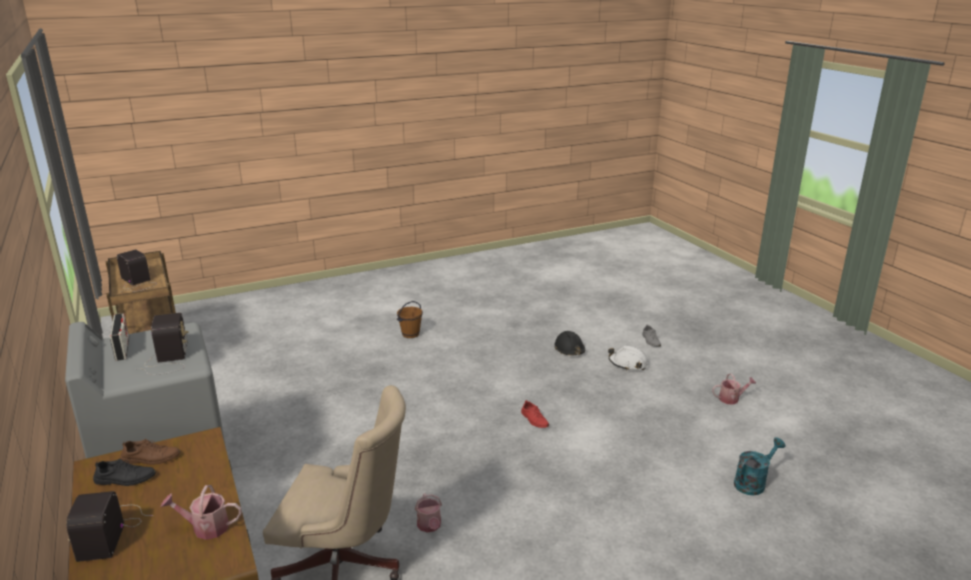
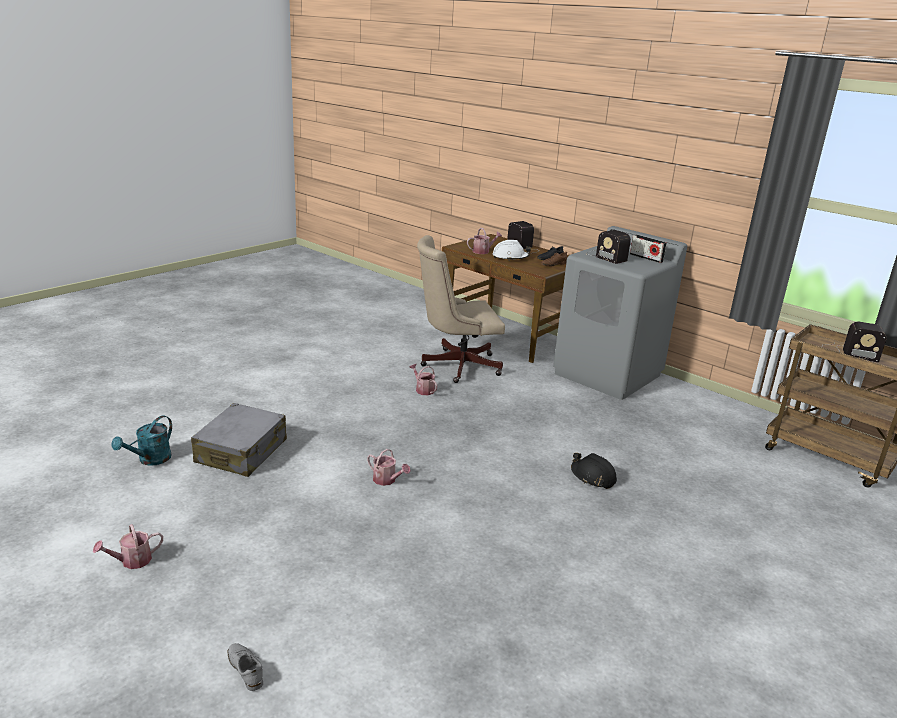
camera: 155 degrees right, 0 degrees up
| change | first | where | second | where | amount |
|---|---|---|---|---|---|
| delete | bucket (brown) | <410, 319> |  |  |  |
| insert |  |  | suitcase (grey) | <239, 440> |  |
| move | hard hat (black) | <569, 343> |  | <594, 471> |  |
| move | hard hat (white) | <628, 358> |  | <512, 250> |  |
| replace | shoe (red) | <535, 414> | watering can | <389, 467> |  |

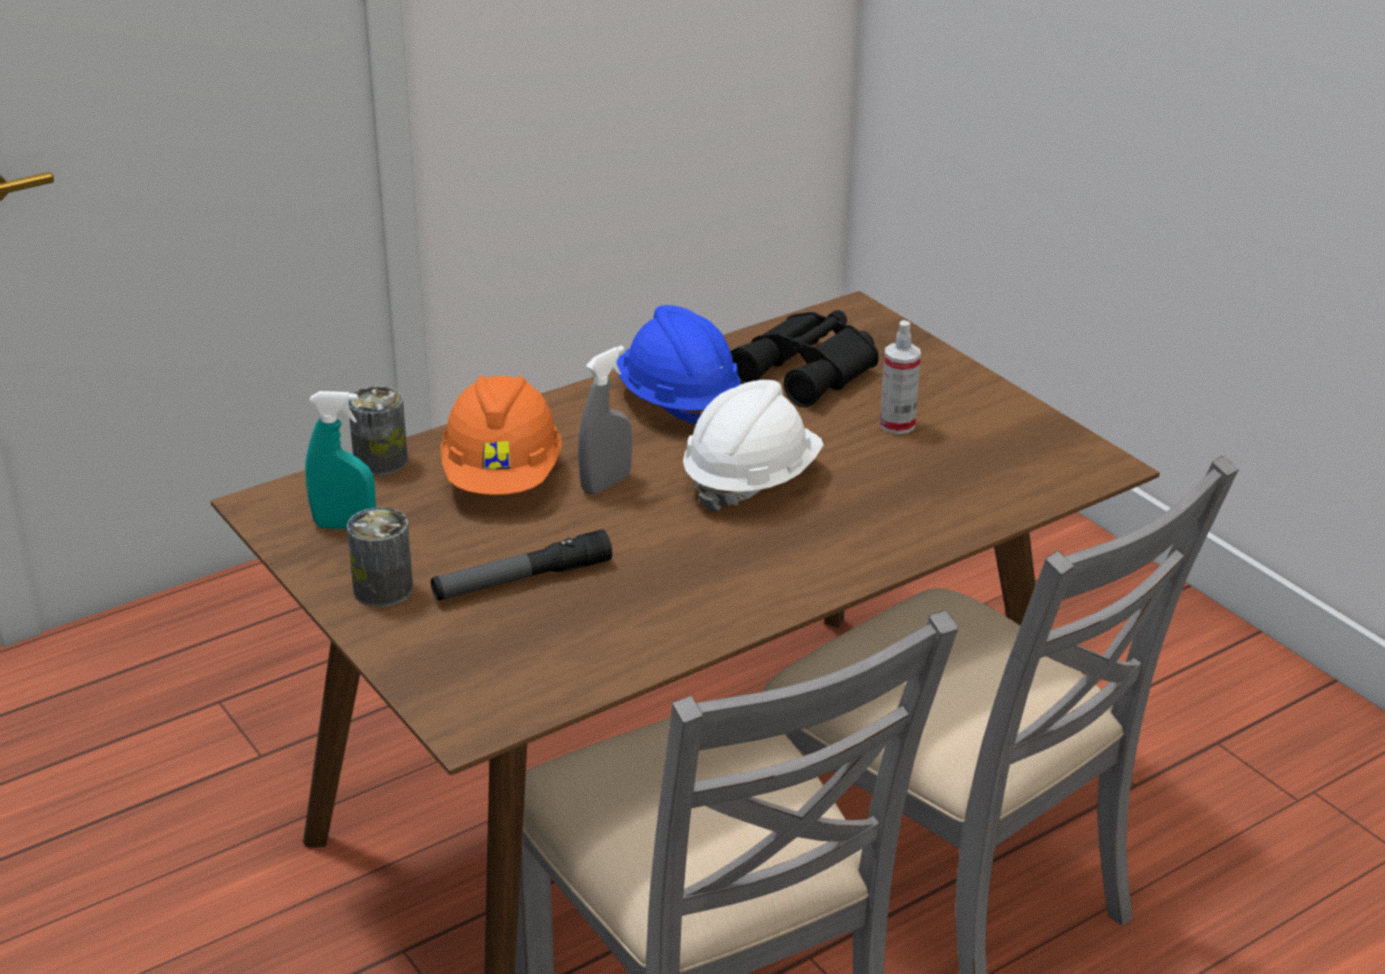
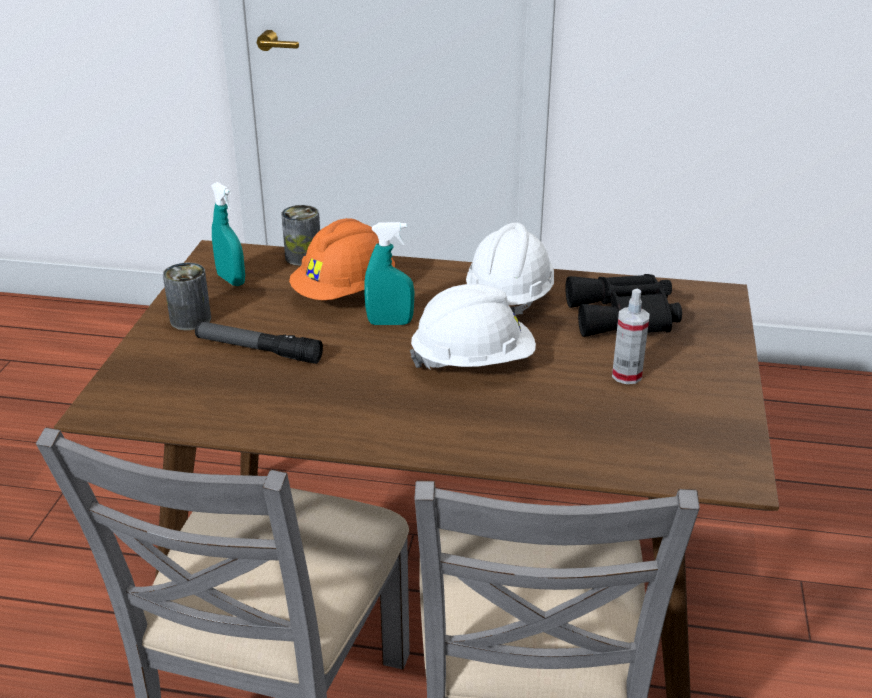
camera: 45 degrees right, 0 degrees up
| change | first | where | second | where | amount |
|---|---|---|---|---|---|
| recolor | spray bottle (grey) | <605, 419> | spray bottle (turquoise) | <389, 273> |  |
| recolor | hard hat (blue) | <678, 364> | hard hat (white) | <510, 269> |  |

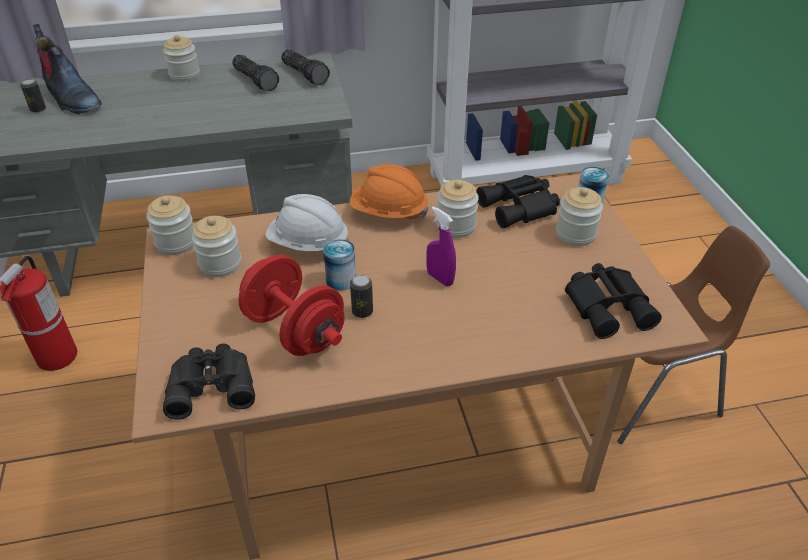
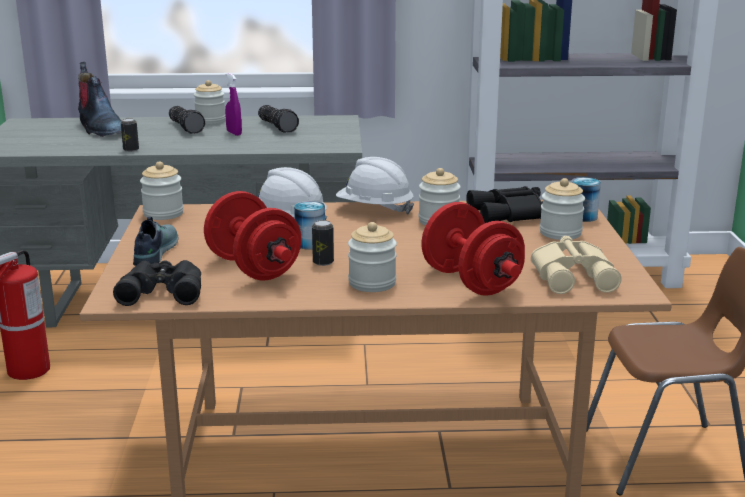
camera: 10 degrees right, 20 degrees down
| change | first | where | second | where | amount |
|---|---|---|---|---|---|
| insert |  |  | shoe | <155, 241> |  |
| insert |  |  | dumbbell (red) | <473, 249> |  |
| move | can | <33, 96> |  | <130, 135> |  |
| move | jar | <216, 246> |  | <372, 257> |  |
| move | flashlight | <305, 67> |  | <187, 120> |  |
| move | spray bottle (purple) | <441, 246> |  | <233, 104> |  |
| recolor | hard hat (orange) | <389, 192> | hard hat (white) | <375, 185> |  |
| recolor | binoculars (black) | <613, 301> | binoculars (beige) | <576, 265> |  |

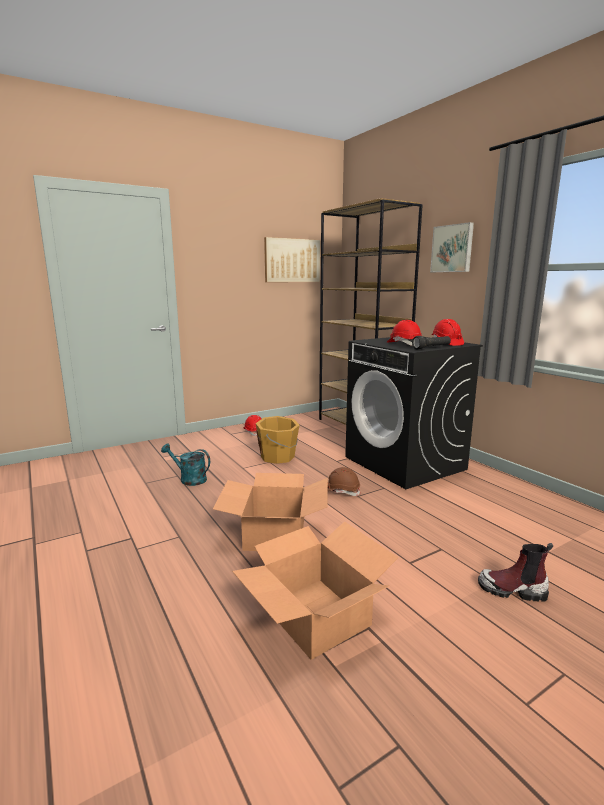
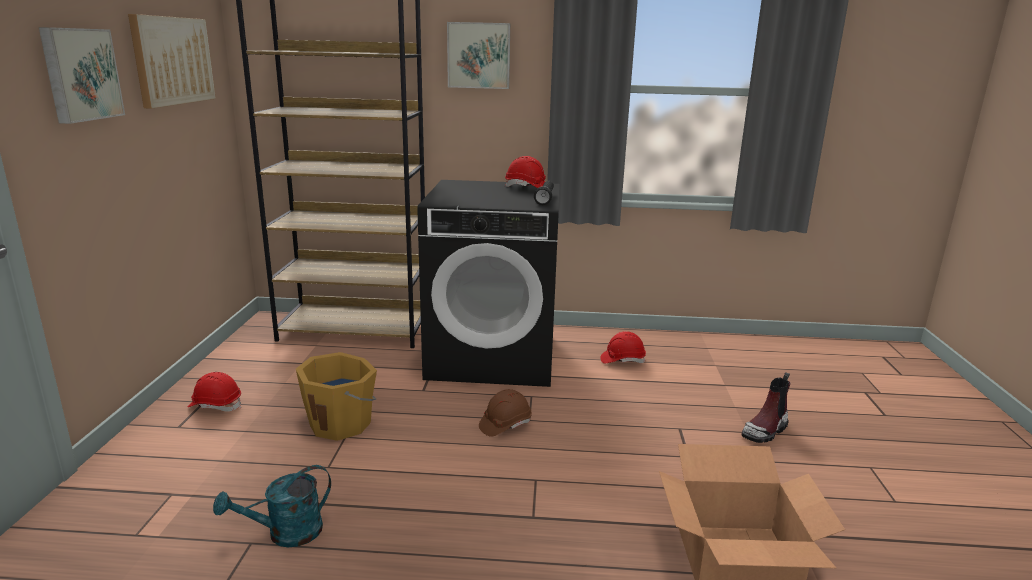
camera: 55 degrees left, 5 degrees up
| change | first | where | second | where | amount |
|---|---|---|---|---|---|
| delete | cardboard box | <270, 512> |  |  |  |
| insert |  |  | picture | <82, 75> |  |
| move | hard hat (red) | <404, 333> |  | <623, 347> |  |

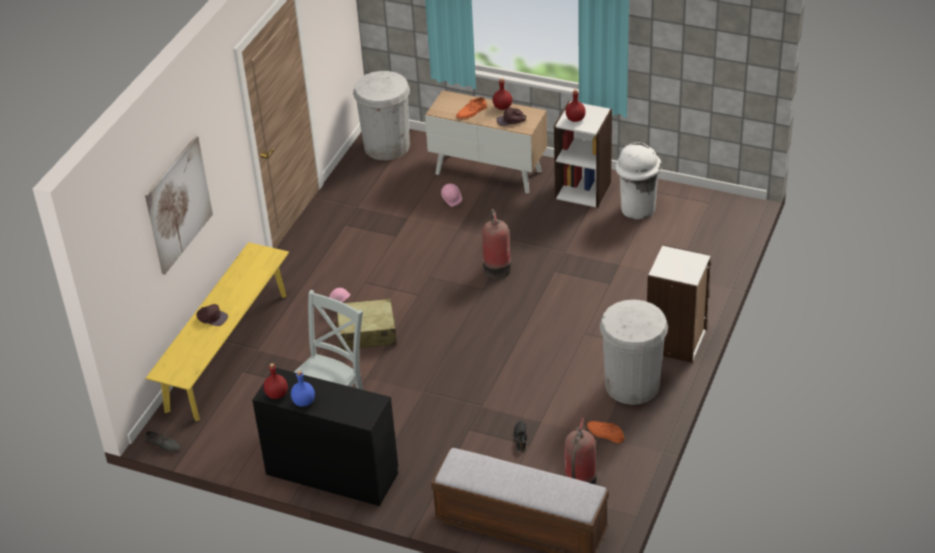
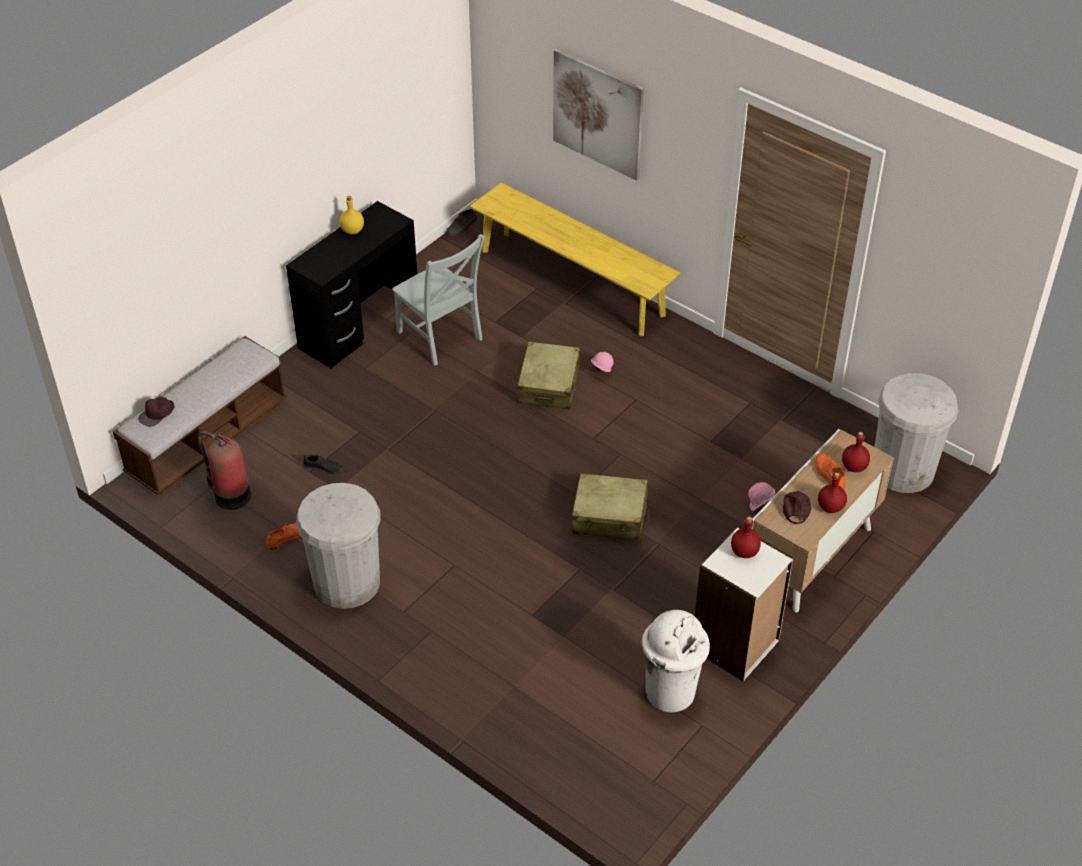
camera: 105 degrees right, 5 degrees up
| change | first | where | second | where | amount |
|---|---|---|---|---|---|
| delete | bookcase (white) | <679, 303> |  |  |  |
| move | cap (brown) | <212, 315> |  | <156, 412> |  |
| move | bottle (red) | <276, 381> |  | <856, 452> |  |
| replace | fire extinguisher | <496, 244> | suitcase (beige) | <610, 506> |  |
| recolor | bottle (blue) | <303, 389> | bottle (yellow) | <352, 215> |  |

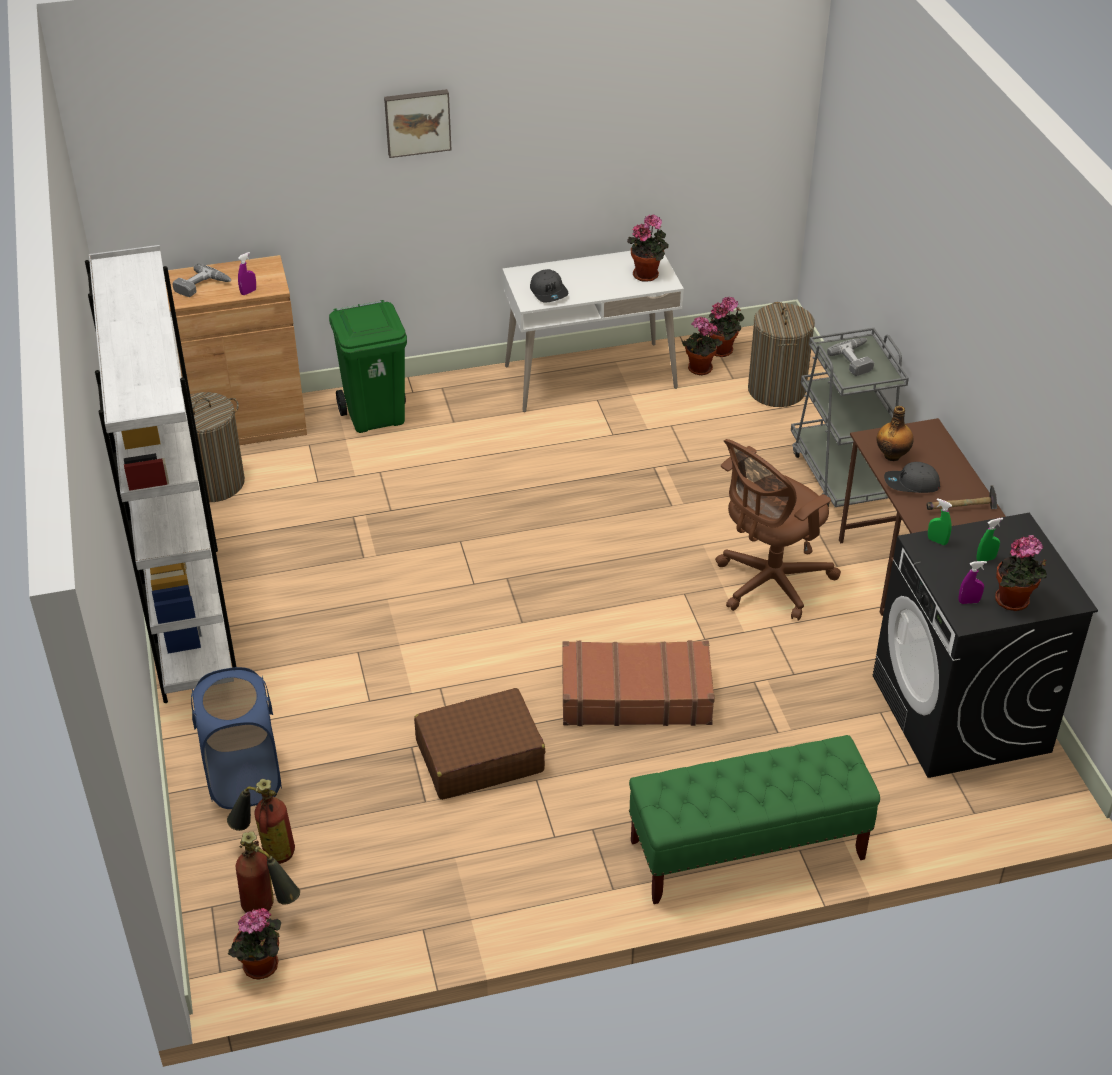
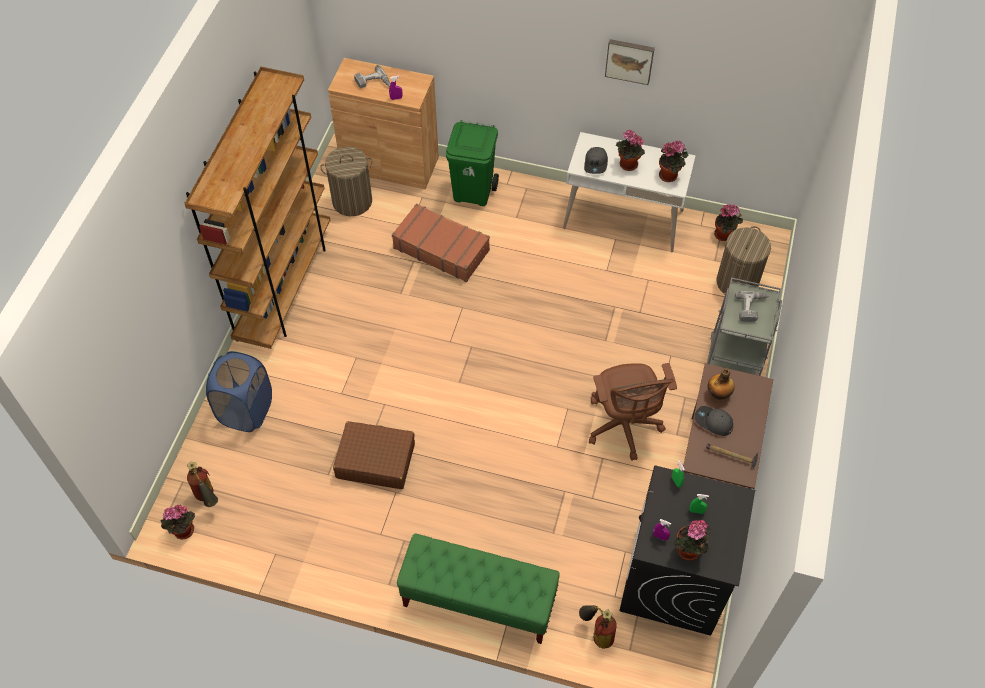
camera: 30 degrees right, 15 degrees up
| change | first | where | second | where | amount |
|---|---|---|---|---|---|
| move | fire extinguisher | <261, 821> |  | <598, 627> |  |
| move | picture | <418, 123> |  | <630, 62> |  |
| move | suitcase (brown) | <638, 683> |  | <441, 243> |  |
| move | potted plant | <702, 346> |  | <630, 150> |  |
| recolor | bookcase (white) | <160, 474> | bookcase (brown) | <257, 208> |  |
| rotate | office chair (brown) | <778, 530> |  | <633, 412> | 90 degrees counterclockwise |

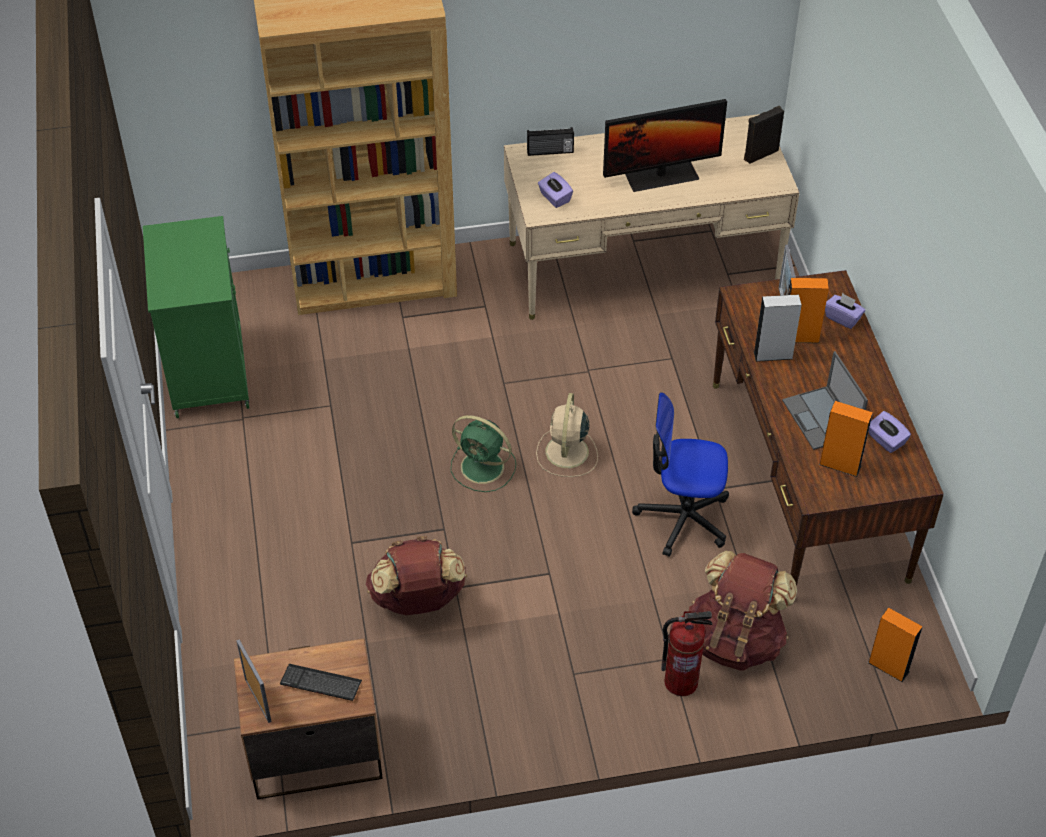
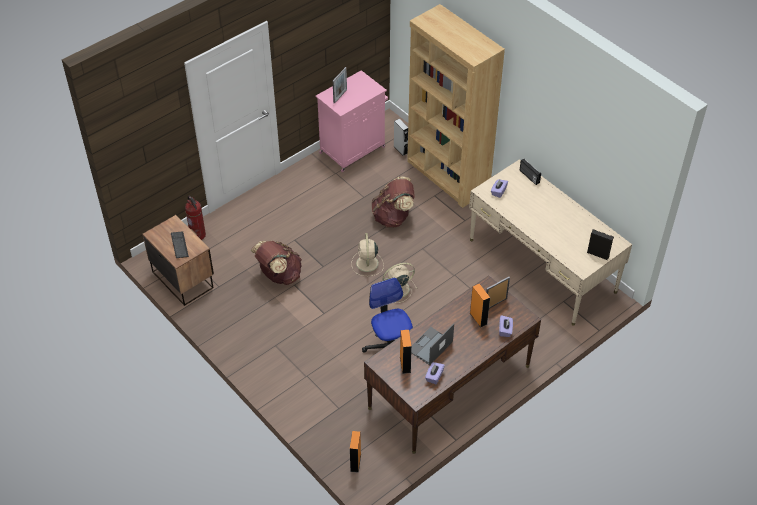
camera: 60 degrees right, 0 degrees up
| change | first | where | second | where | amount |
|---|---|---|---|---|---|
| delete | monitor | <665, 145> |  |  |  |
| move | picture frame | <254, 681> |  | <340, 85> |  |
| move | fire extinguisher | <687, 653> |  | <195, 217> |  |
| move | backpack (brown) | <743, 611> |  | <393, 202> |  |
| move | speaker (grey) | <778, 328> |  | <401, 137> |  |
| recolor | cabinet (green) | <196, 317> | cabinet (pink) | <351, 121> |  |
| recolor | fan (green) | <483, 453> | fan (beige) | <368, 254> |  |

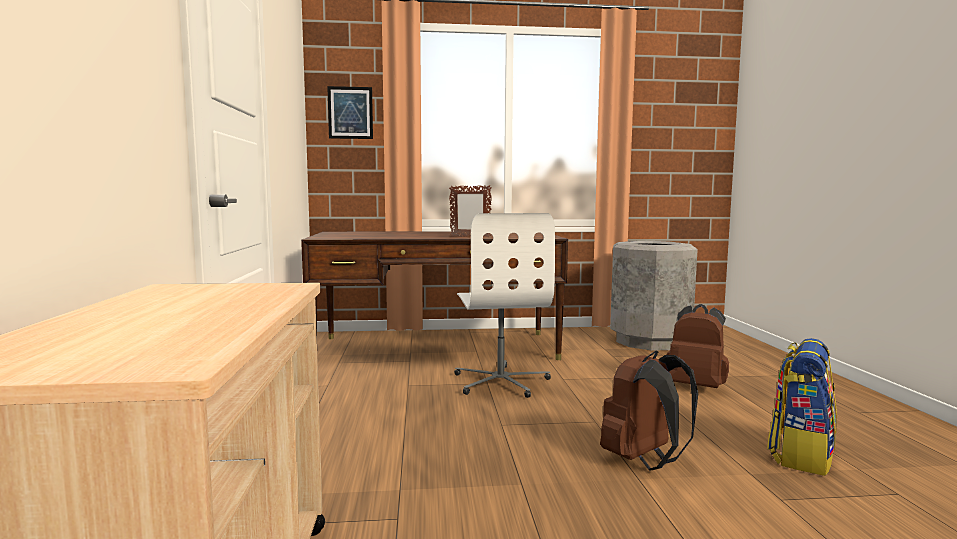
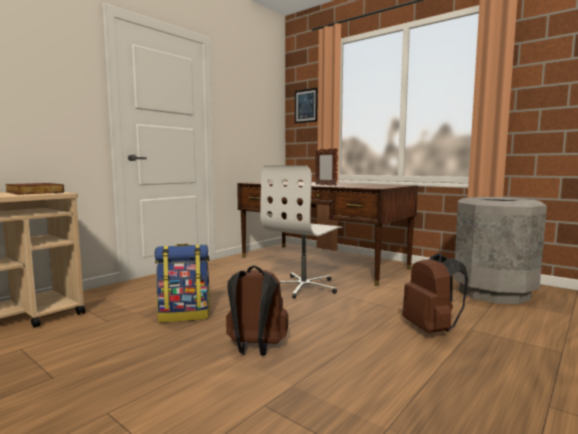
camera: 45 degrees right, 0 degrees up
| change | first | where | second | where | amount |
|---|---|---|---|---|---|
| insert |  |  | book | <34, 189> |  |
| move | backpack | <802, 407> |  | <182, 283> |  |

